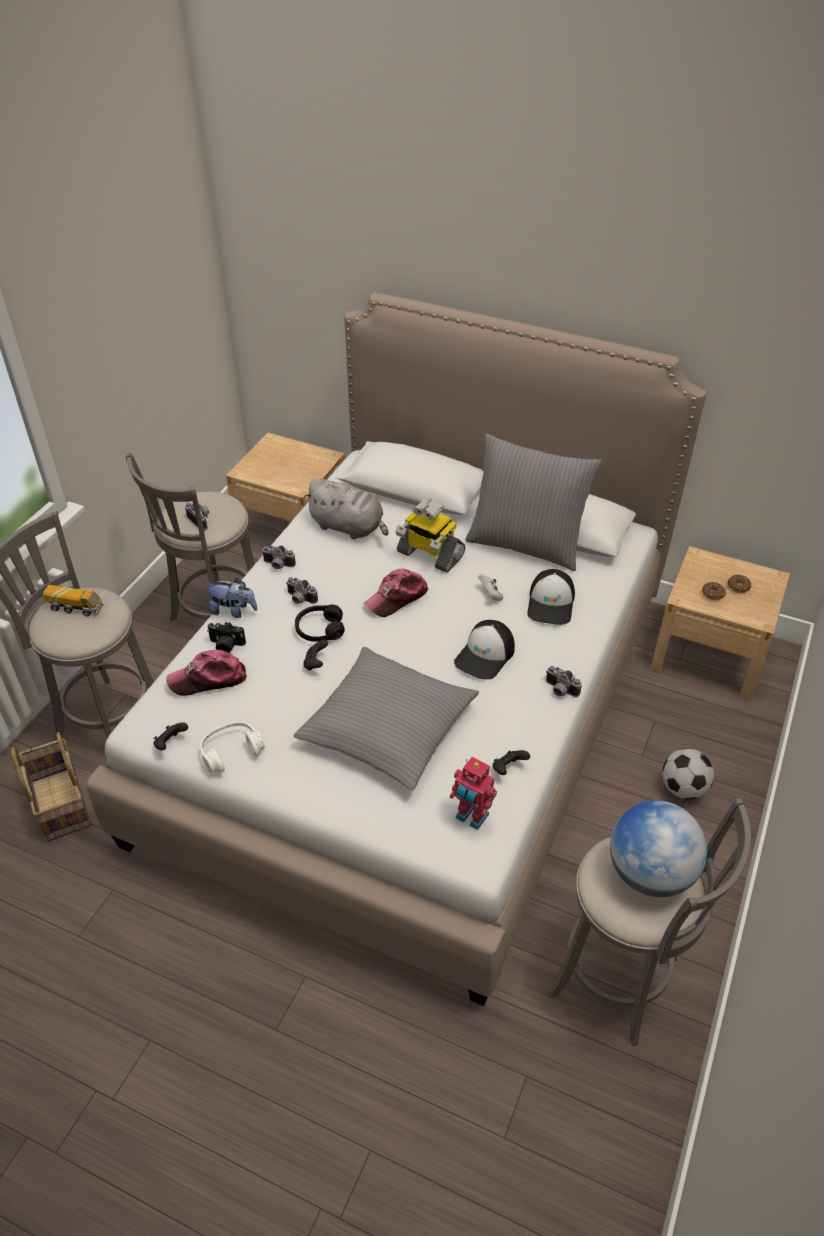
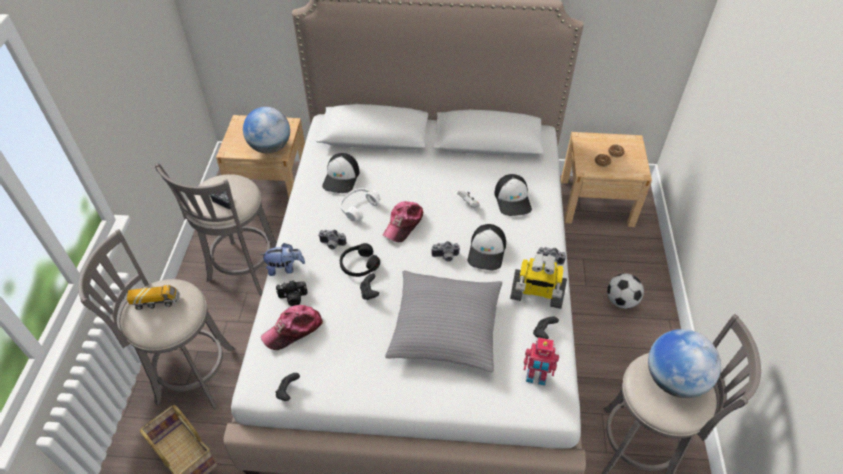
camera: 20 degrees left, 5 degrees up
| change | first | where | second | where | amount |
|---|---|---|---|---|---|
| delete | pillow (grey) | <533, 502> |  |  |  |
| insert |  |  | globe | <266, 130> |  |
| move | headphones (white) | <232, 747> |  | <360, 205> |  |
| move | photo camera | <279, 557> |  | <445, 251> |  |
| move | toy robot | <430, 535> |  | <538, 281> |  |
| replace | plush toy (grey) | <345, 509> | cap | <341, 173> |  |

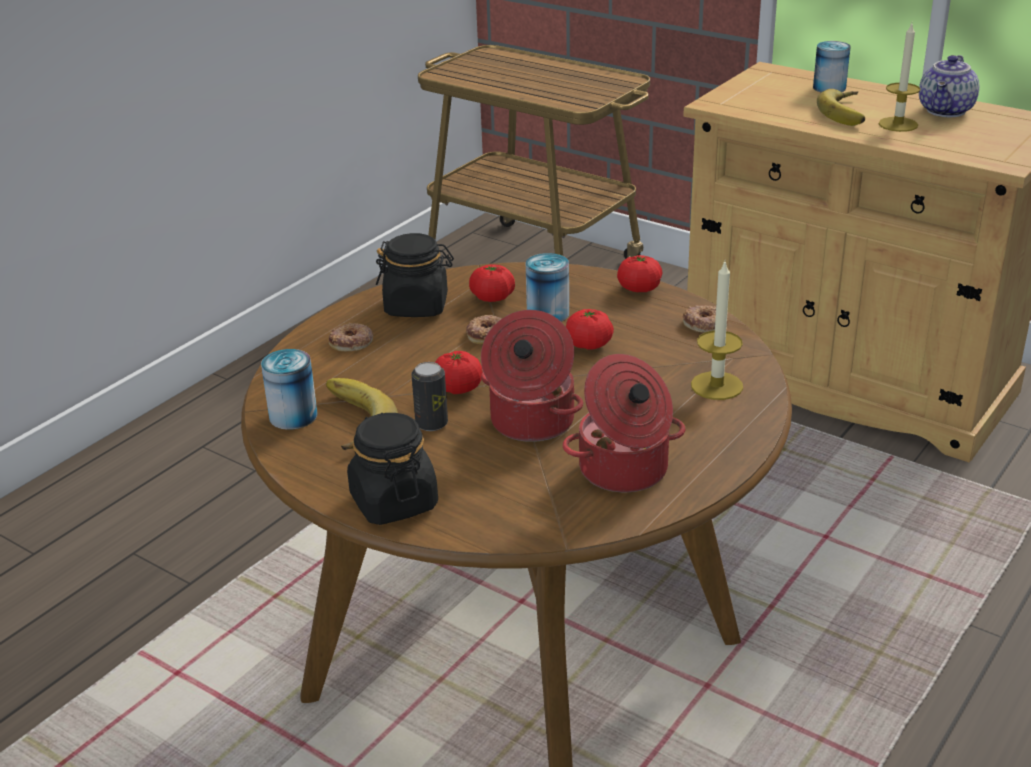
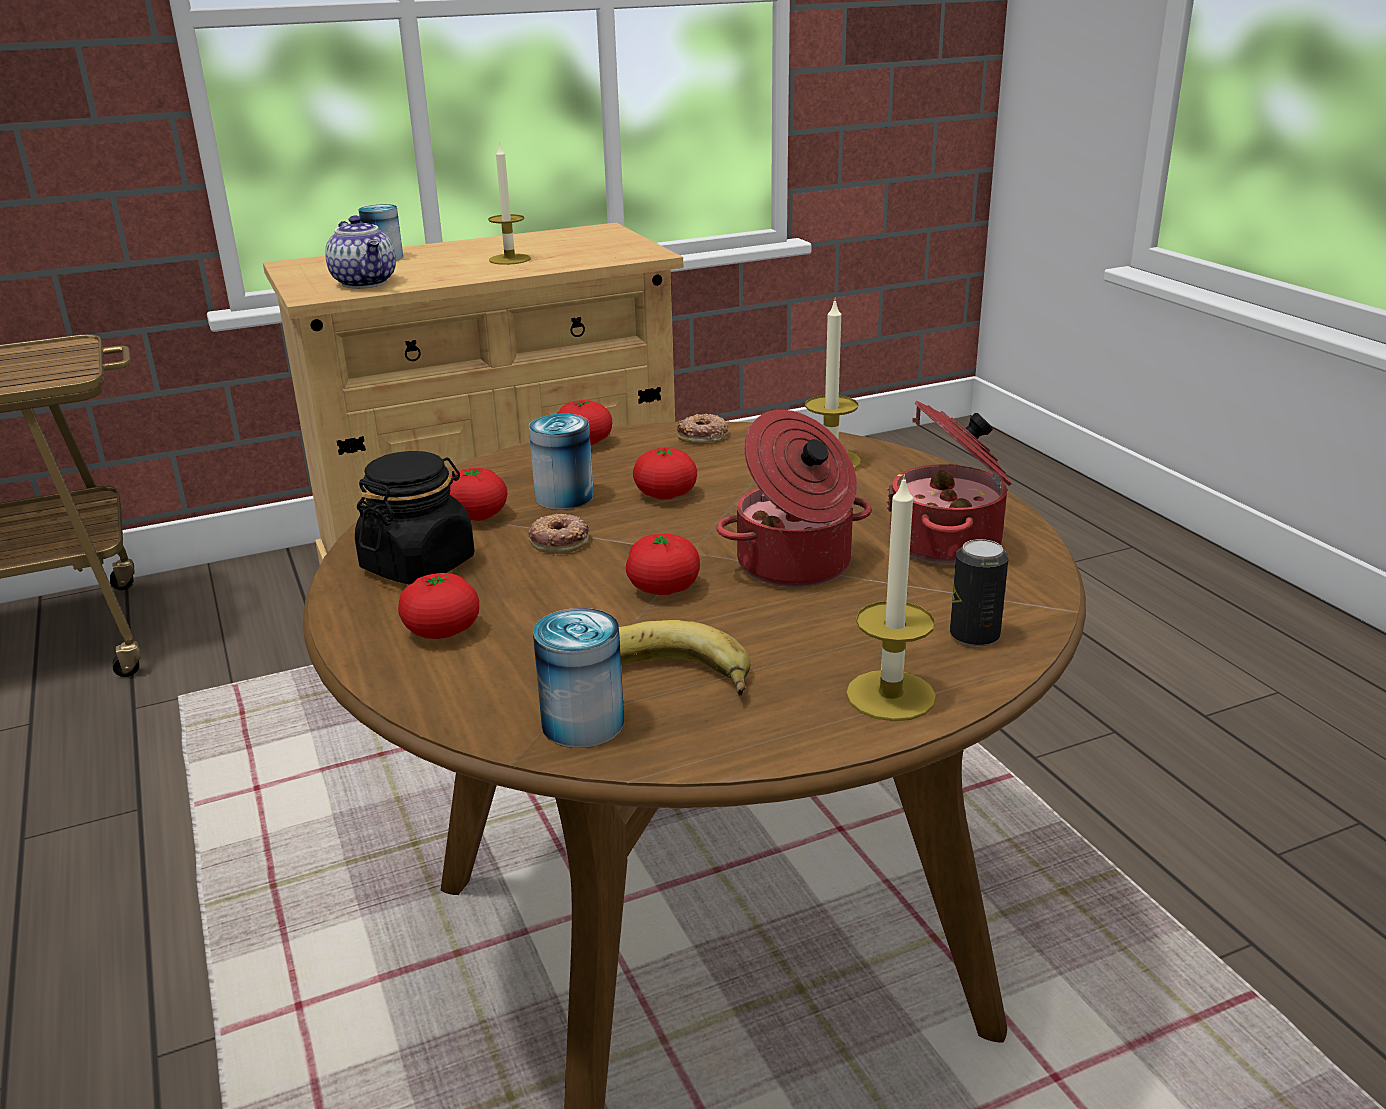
camera: 60 degrees left, 5 degrees down
| change | first | where | second | where | amount |
|---|---|---|---|---|---|
| delete | banana | <841, 107> |  |  |  |
| move | can | <429, 396> |  | <979, 593> |  |
| move | teapot | <949, 86> |  | <360, 252> |  |
| replace | donut | <351, 337> | tomato | <438, 606> |  |
| replace | jar (black) | <392, 469> | candle | <891, 598> |  |

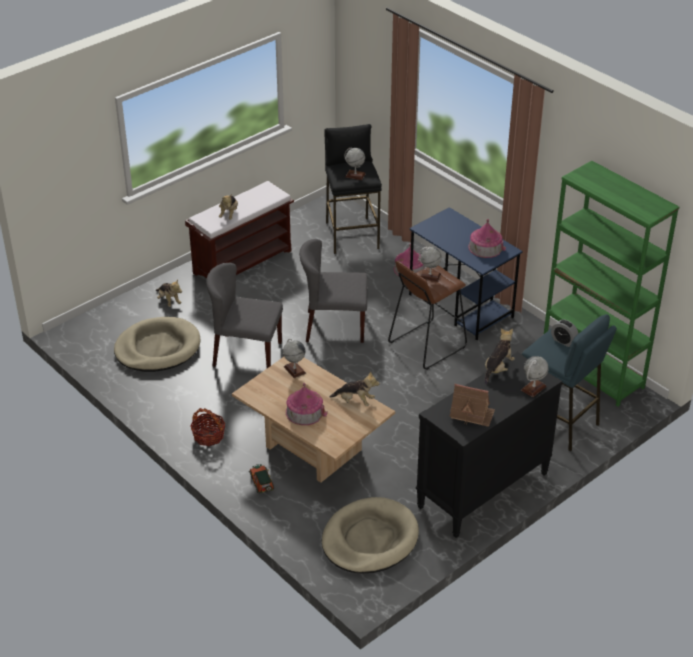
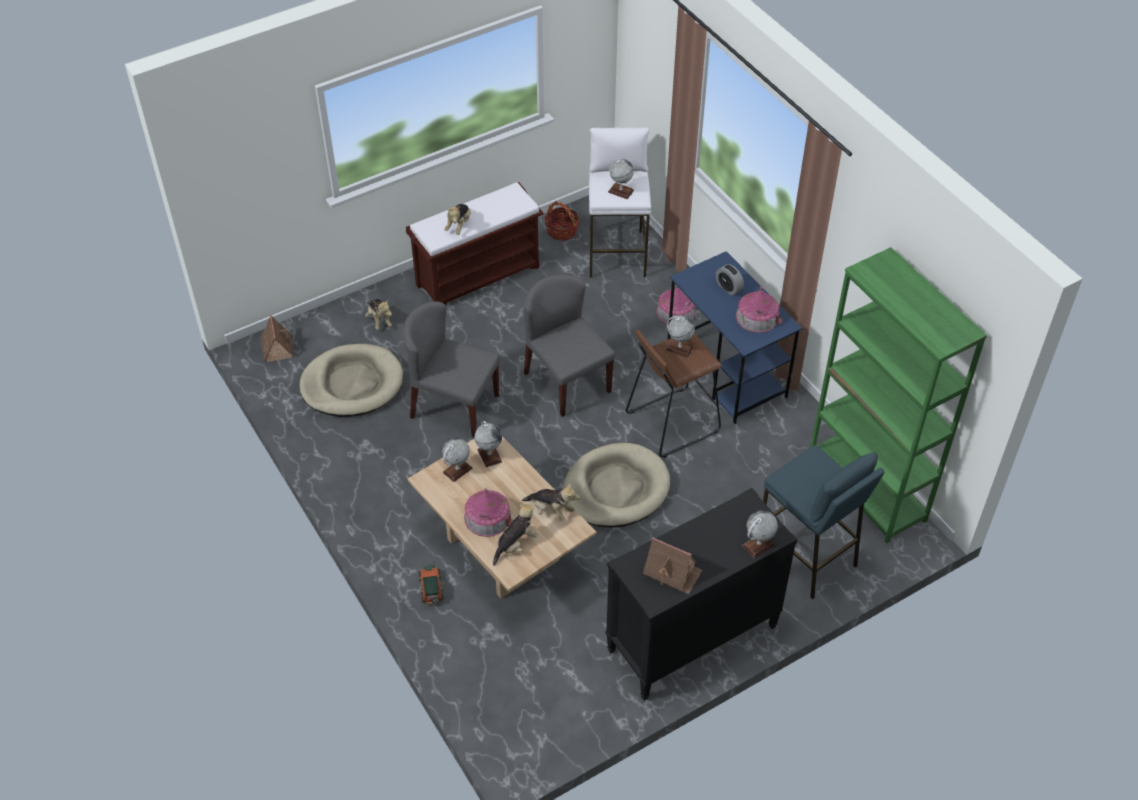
camera: 10 degrees right, 10 degrees up
| change | first | where | second | where | amount |
|---|---|---|---|---|---|
| insert |  |  | toy house | <277, 338> |  |
| insert |  |  | globe | <457, 460> |  |
| move | basket | <208, 427> |  | <562, 221> |  |
| move | dog bed (beige) | <370, 535> |  | <616, 485> |  |
| move | plush toy | <500, 356> |  | <515, 534> |  |
| move | alarm clock | <565, 333> |  | <730, 280> |  |
| recolor | stool (black) | <353, 189> | stool (white) | <620, 202> |  |
| rotate | chair (grey) | <333, 291> |  | <569, 345> | 45 degrees clockwise |

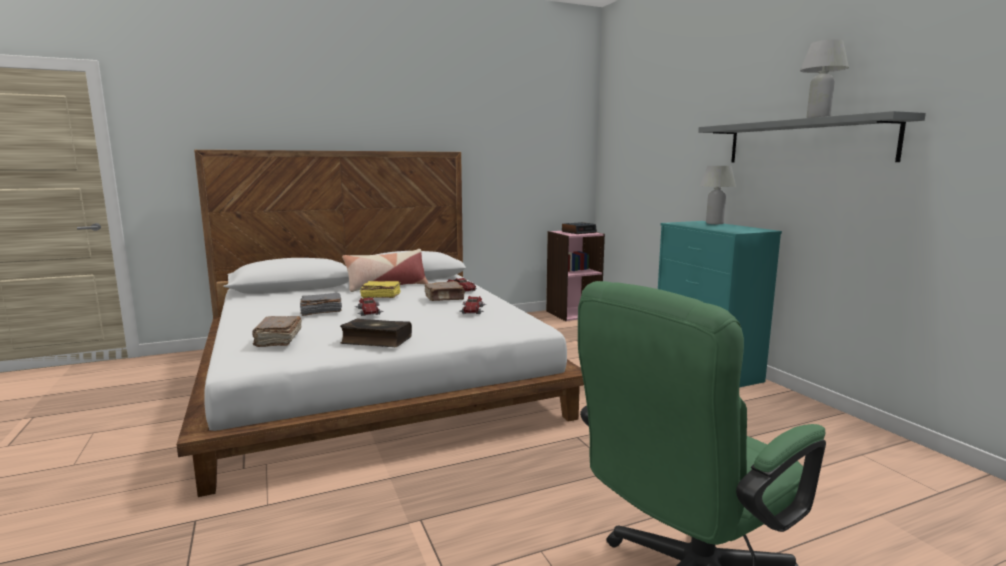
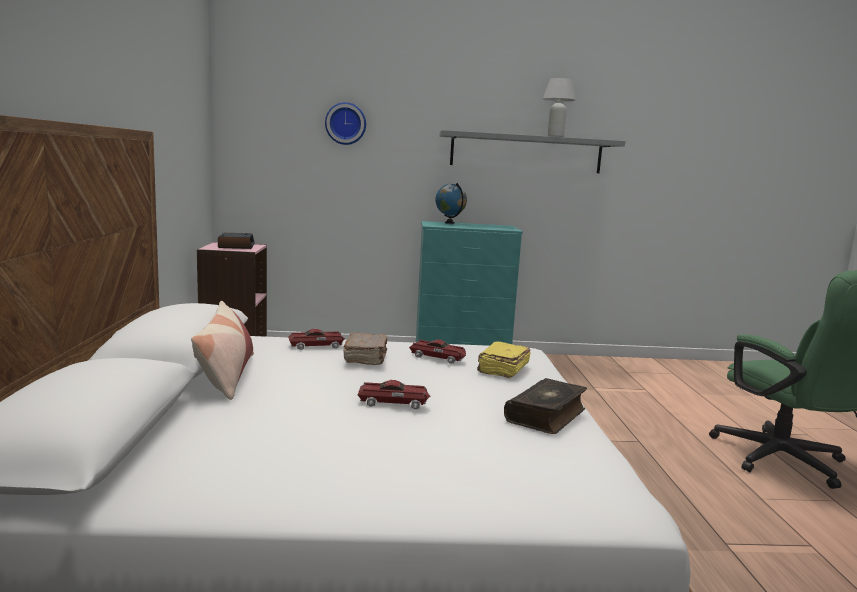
camera: 70 degrees left, 0 degrees up
| change | first | where | second | where | amount |
|---|---|---|---|---|---|
| delete | book (brown) | <277, 331> |  |  |  |
| delete | book (grey) | <321, 304> |  |  |  |
| insert |  |  | wall clock | <345, 123> |  |
| move | book (yellow) | <380, 290> |  | <504, 360> |  |
| replace | table lamp (white) | <718, 195> | globe | <451, 203> |  |

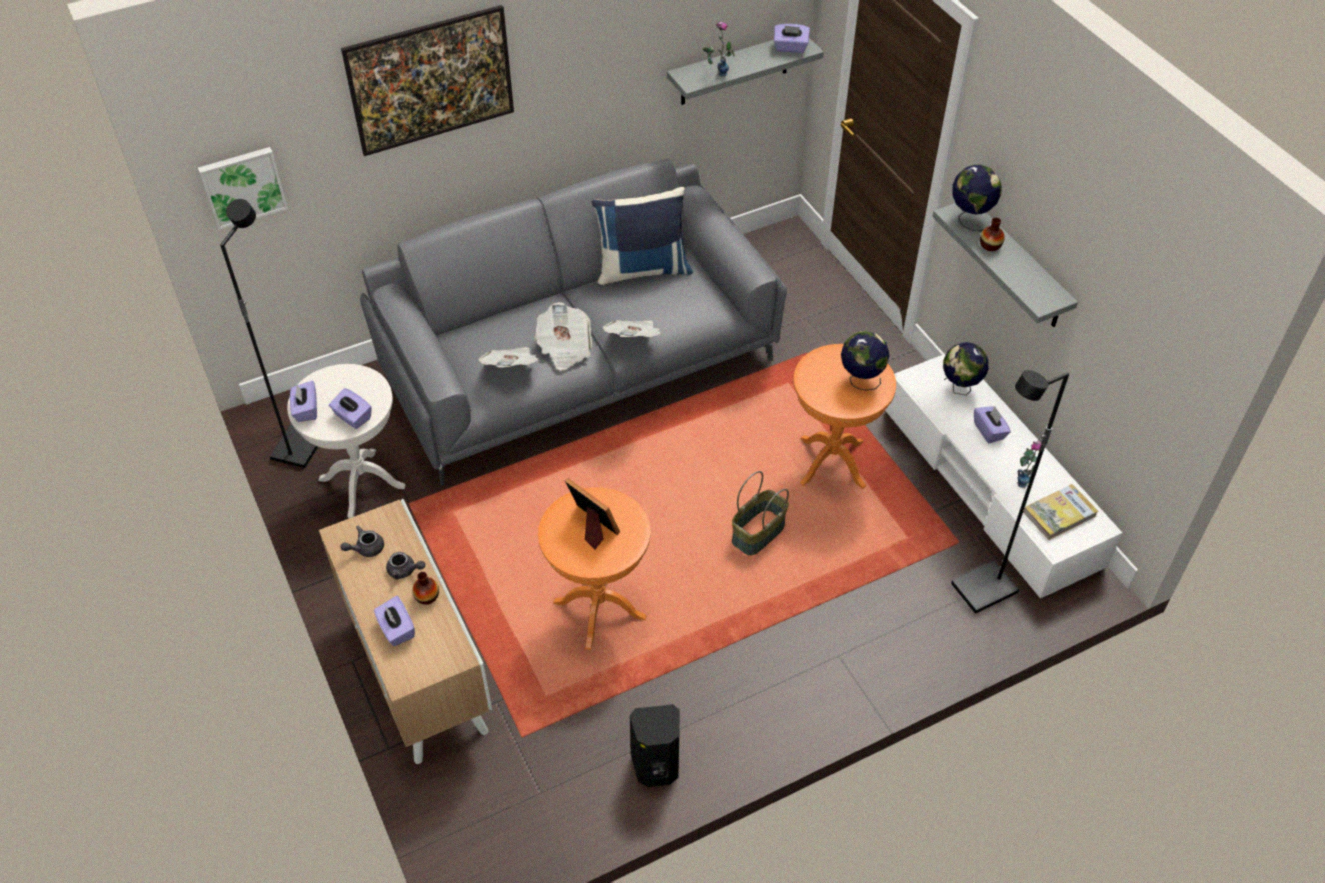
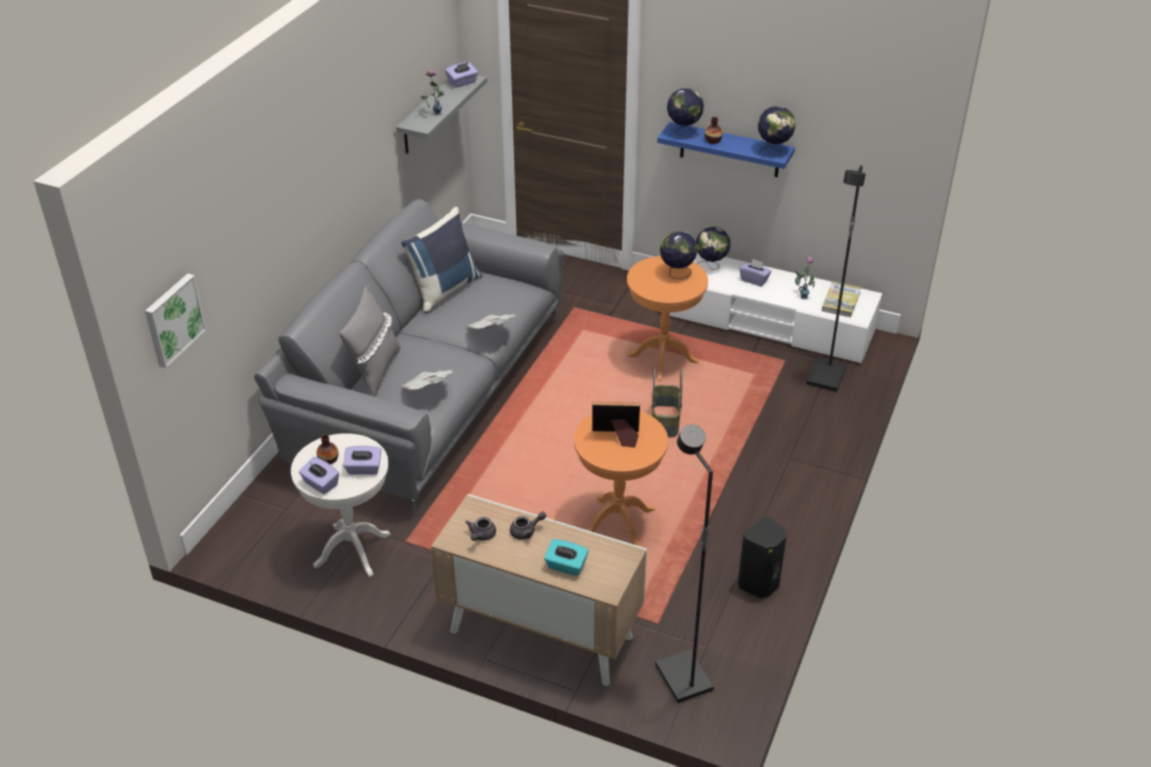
camera: 40 degrees left, 10 degrees down
| change | first | where | second | where | amount |
|---|---|---|---|---|---|
| delete | picture | <427, 80> |  |  |  |
| delete | newspaper | <563, 336> |  |  |  |
| insert |  |  | pillow (grey) | <369, 341> |  |
| insert |  |  | globe | <776, 131> |  |
| move | floor lamp (black) | <269, 334> |  | <684, 563> |  |
| move | vase | <425, 588> |  | <327, 449> |  |
| recolor | tissue box (purple) | <394, 621> | tissue box (turquoise) | <566, 557> |  |
| recolor | shelf (grey) | <1005, 265> | shelf (blue) | <726, 149> |  |

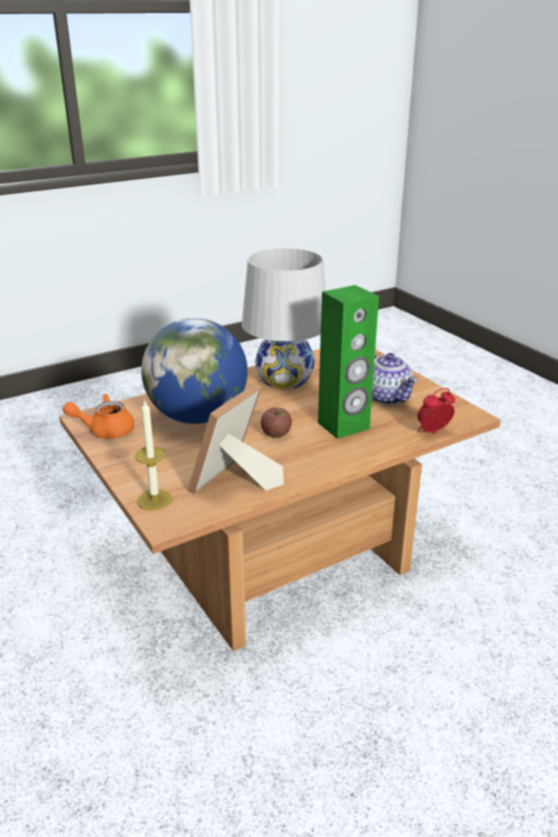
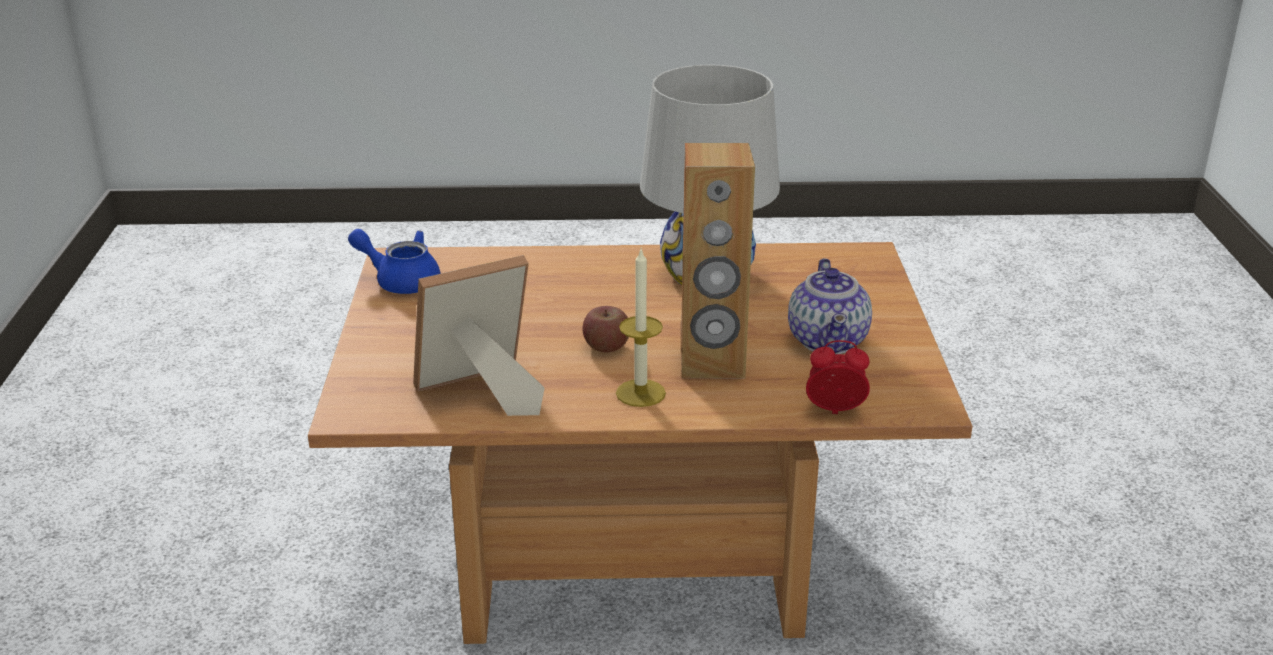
camera: 30 degrees right, 0 degrees up
| change | first | where | second | where | amount |
|---|---|---|---|---|---|
| delete | globe | <194, 371> |  |  |  |
| move | candle | <154, 454> |  | <641, 328> |  |
| recolor | teapot (orange) | <98, 416> | teapot (blue) | <394, 261> |  |
| recolor | speaker (green) | <348, 362> | speaker (brown) | <718, 261> |  |

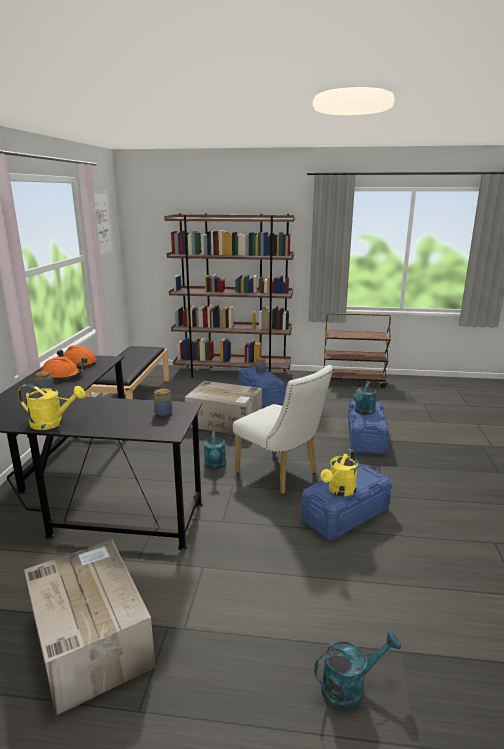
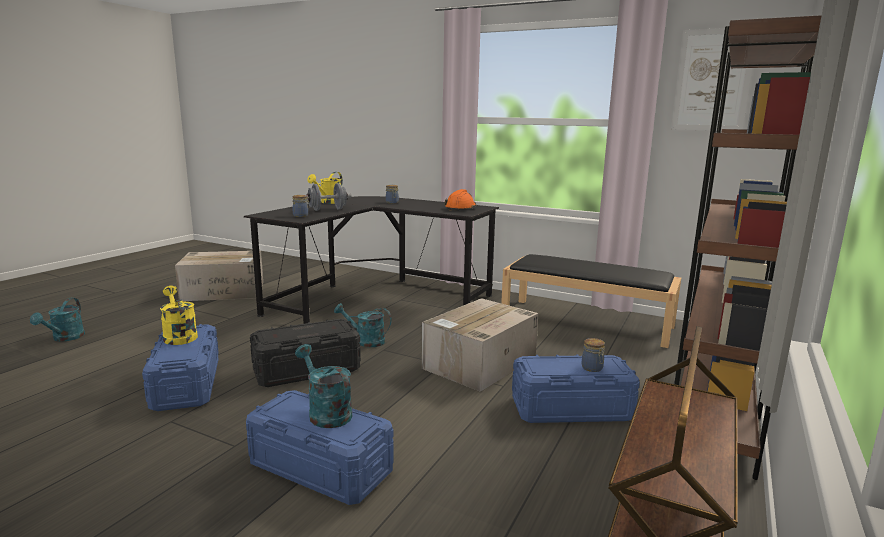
camera: 110 degrees right, 5 degrees down
| change | first | where | second | where | amount |
|---|---|---|---|---|---|
| delete | hard hat (orange) | <62, 369> |  |  |  |
| insert |  |  | dumbbell (grey) | <329, 197> |  |
| replace | chair (white) | <283, 429> | storage box (black) | <305, 353> |  |

